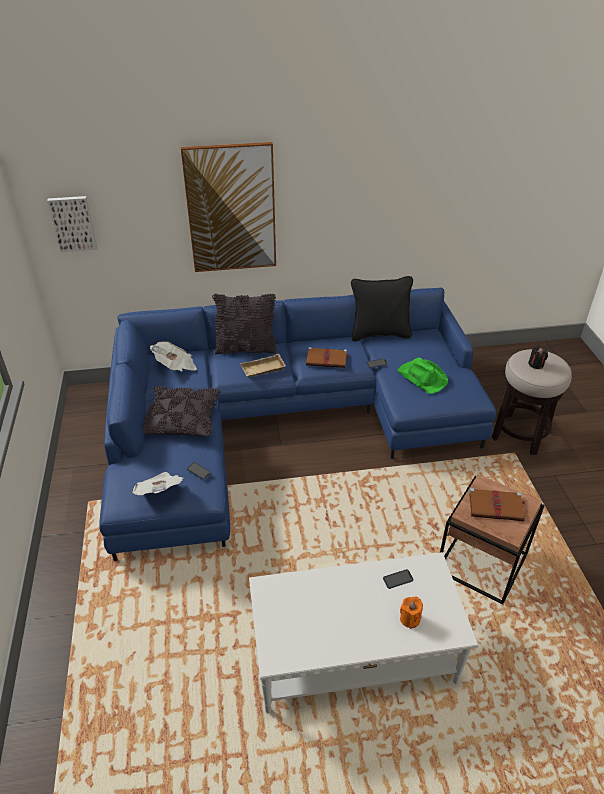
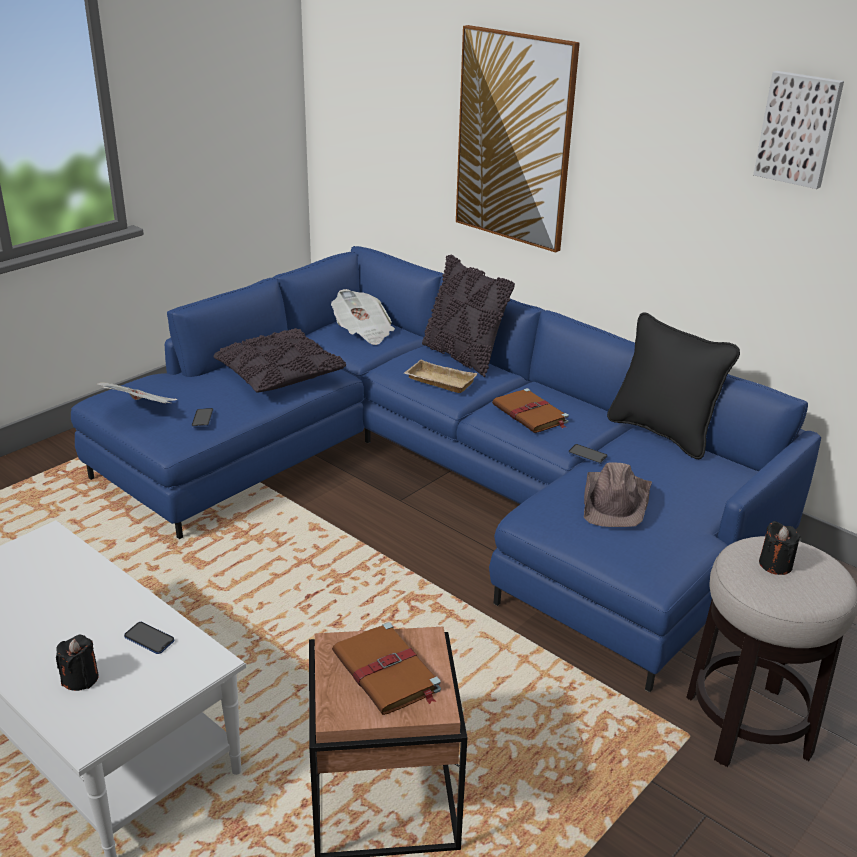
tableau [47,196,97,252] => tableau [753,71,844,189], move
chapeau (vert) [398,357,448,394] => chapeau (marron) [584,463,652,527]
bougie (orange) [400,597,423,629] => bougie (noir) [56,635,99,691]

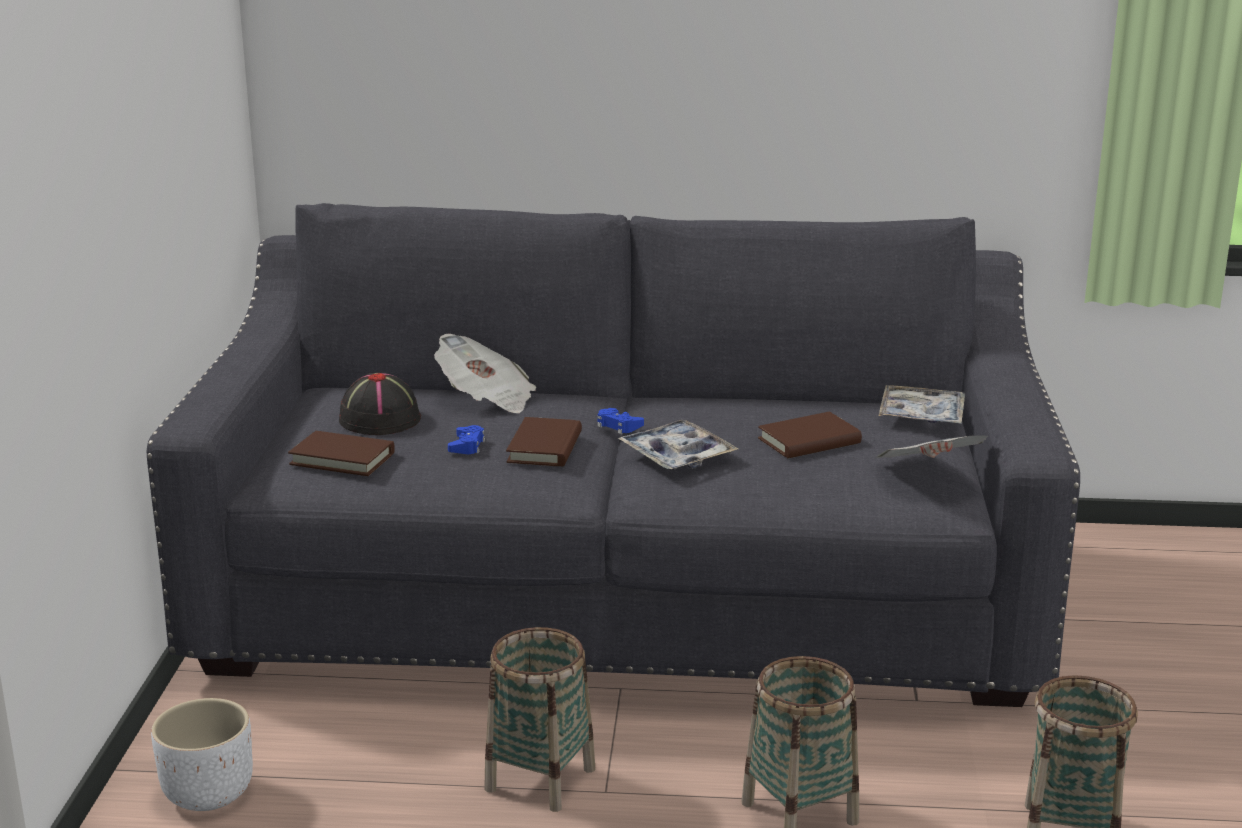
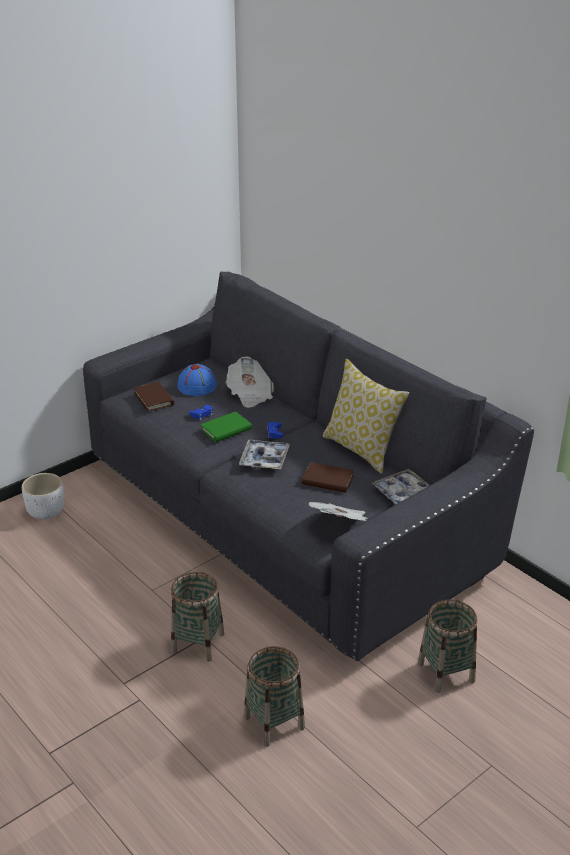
chapeau (noir) [339,373,421,435] => chapeau (bleu) [177,364,217,396]
panier [484,627,595,812] => panier [418,599,477,693], move
livre (marron) [506,417,582,466] => livre (vert) [200,412,252,442]
nothing => coussin [323,359,409,474]

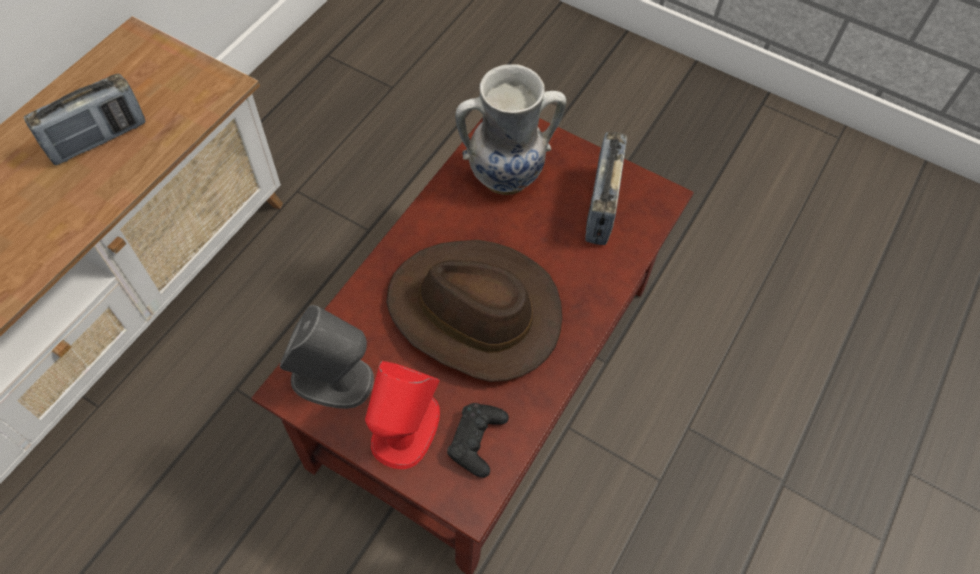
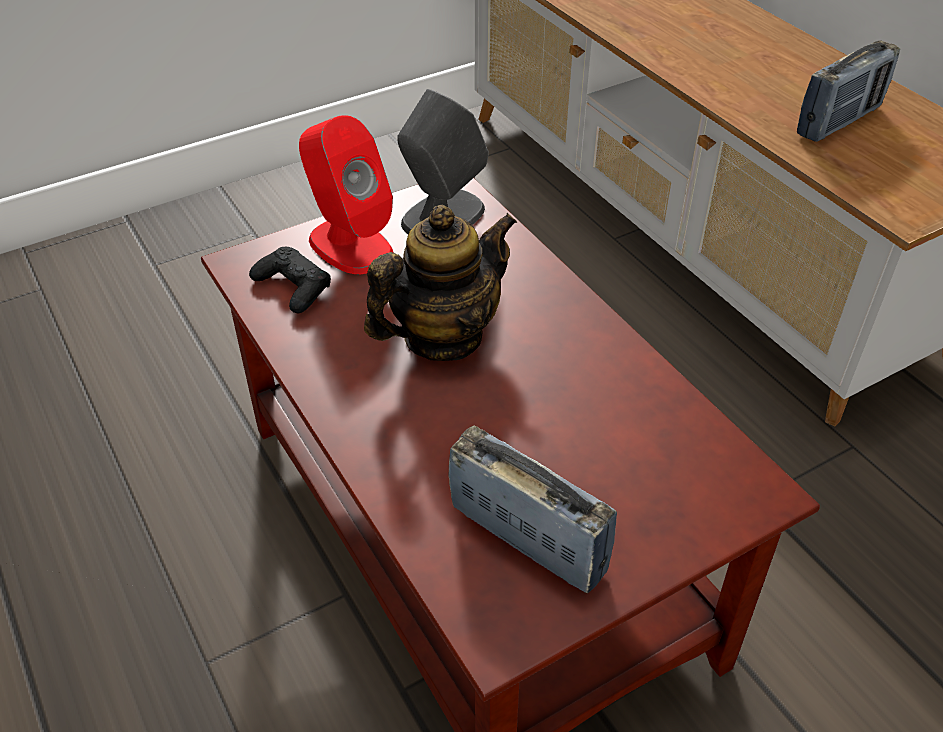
radio [24,73,146,165] => radio [797,40,900,142], 120 degrees counterclockwise
chapeau (marron) [386,240,562,382] => théière [364,205,517,361]
vase [455,64,567,195] => nothing

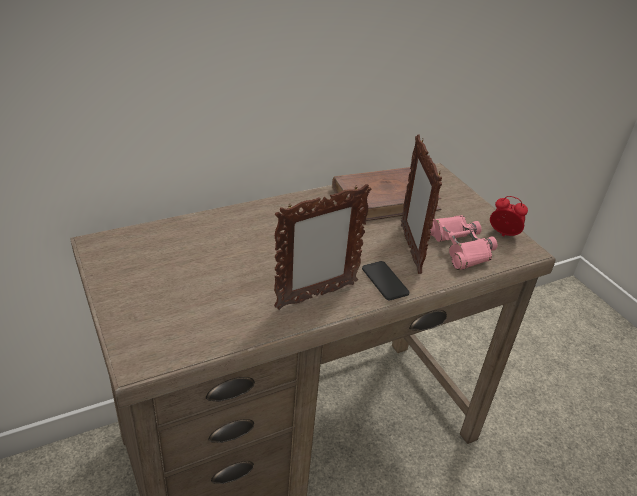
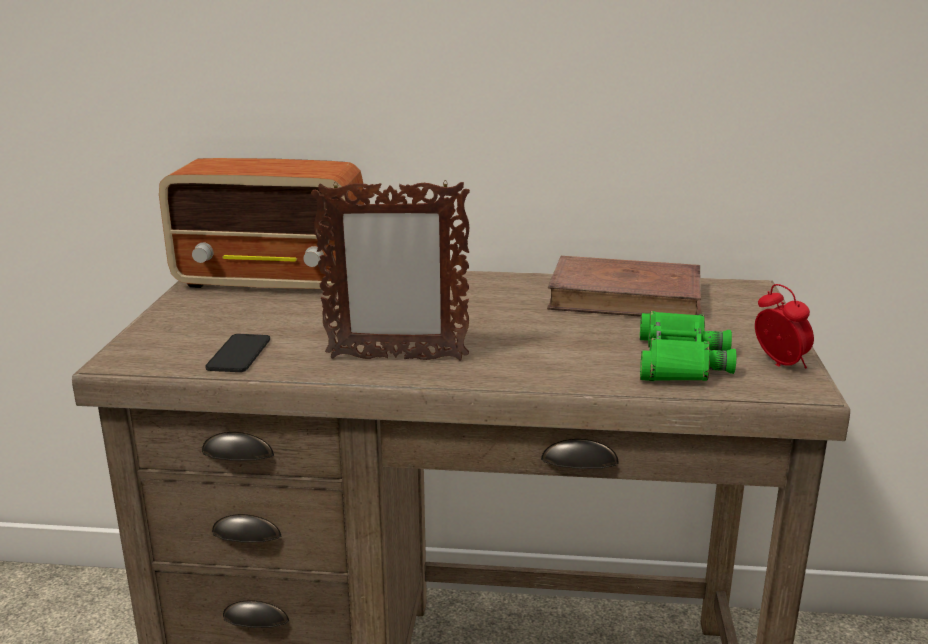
téléphone [362,261,410,301] => téléphone [205,334,270,372], move
cadre photo [401,135,442,274] => nothing
jumelles (rose) [430,215,497,270] => jumelles (vert) [640,311,736,381]
nothing => radio [159,158,364,293]

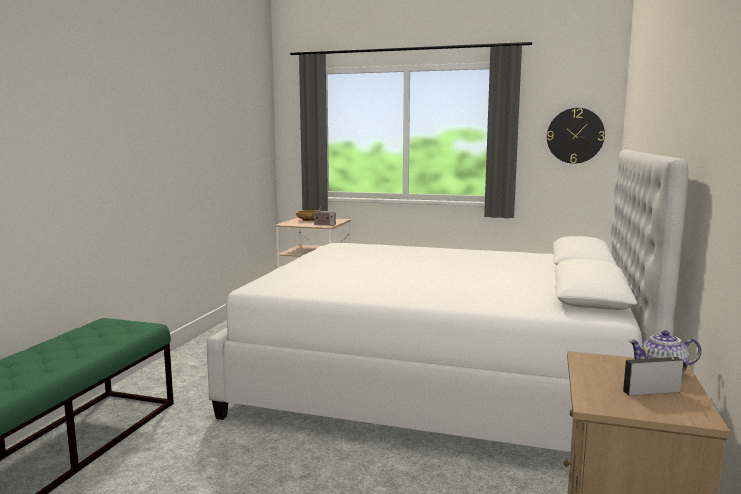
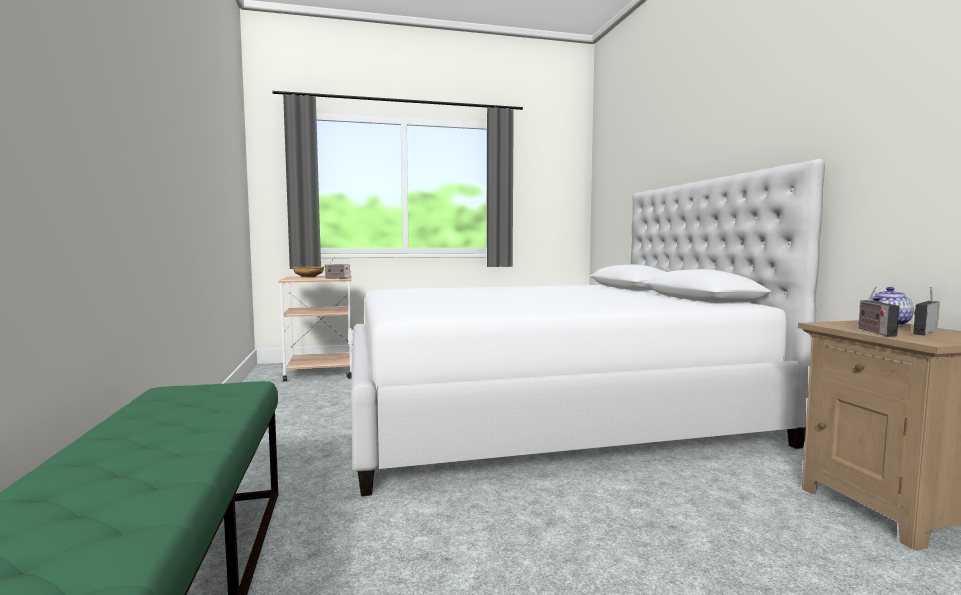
horloge murale [547,108,605,164] => nothing
nothing => radio [858,286,900,337]

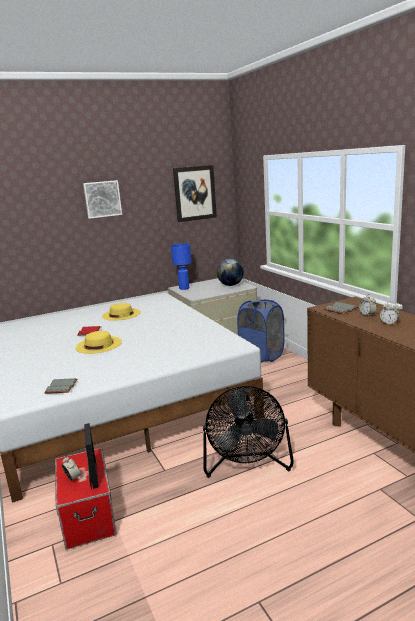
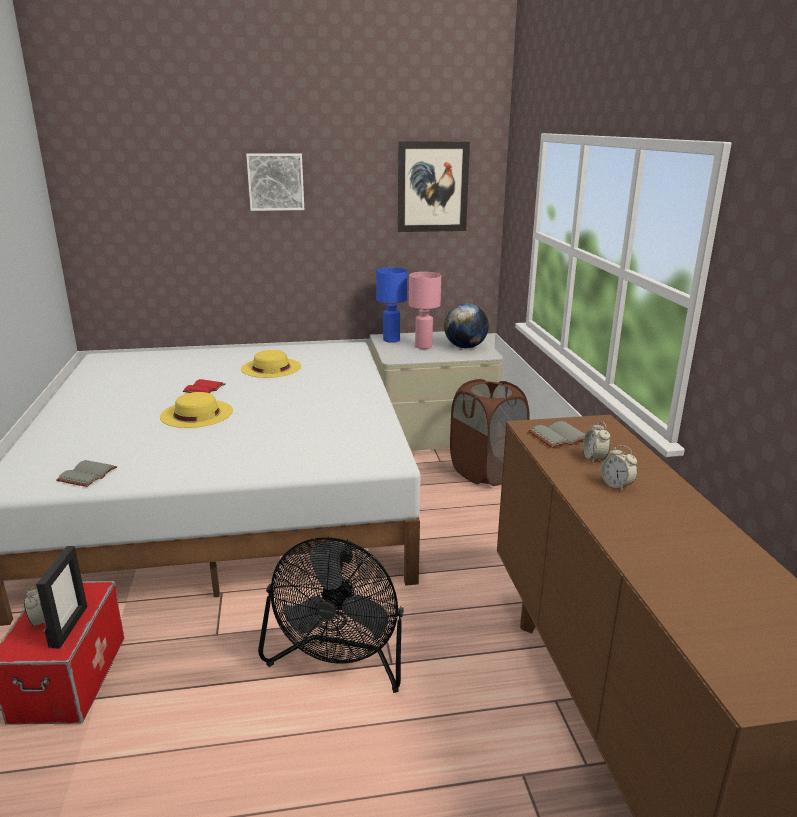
panier à linge (bleu) [237,299,284,363] => panier à linge (marron) [450,379,529,486]
nothing => lampe de table (rose) [409,272,441,349]

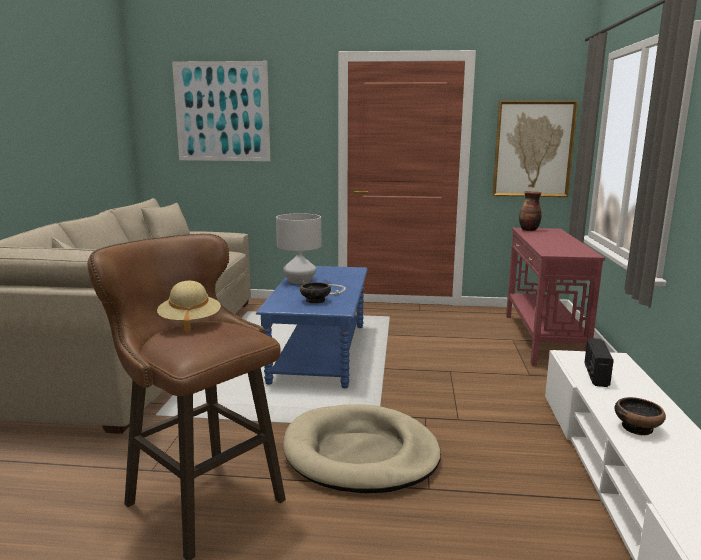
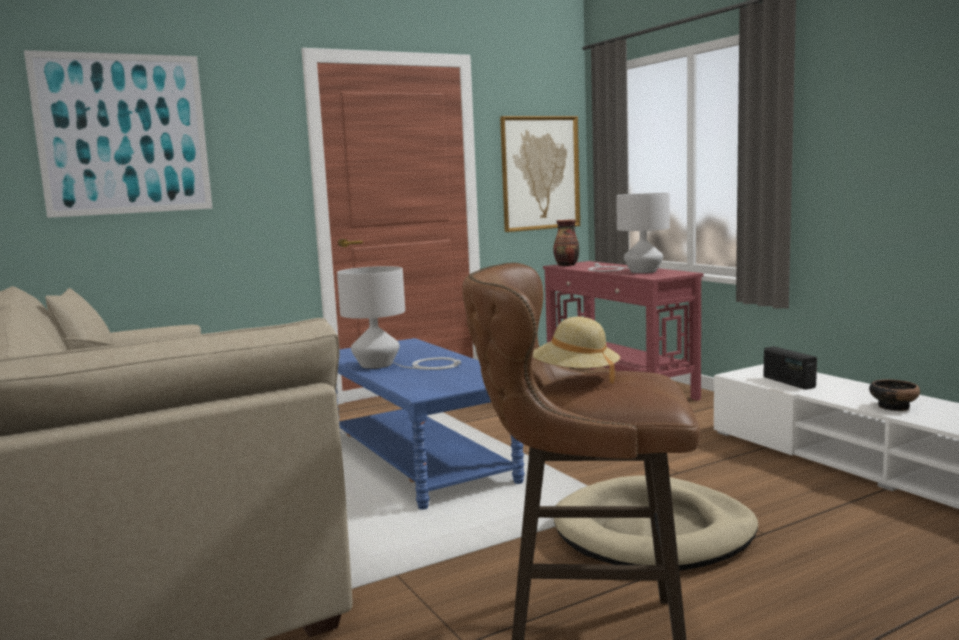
bol [300,282,331,304] => nothing
nothing => lampe de table (gris) [588,193,670,273]

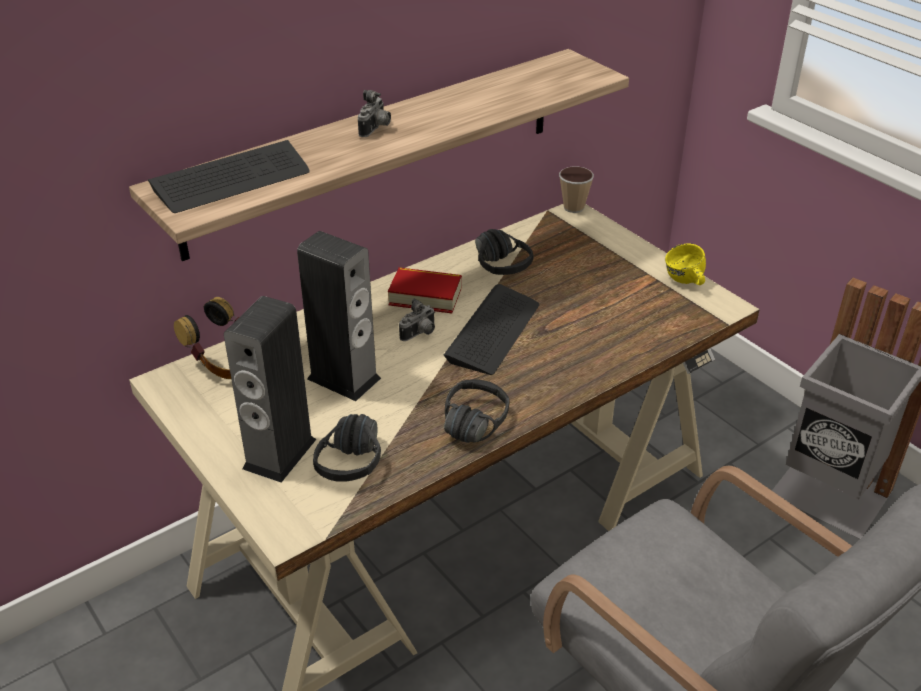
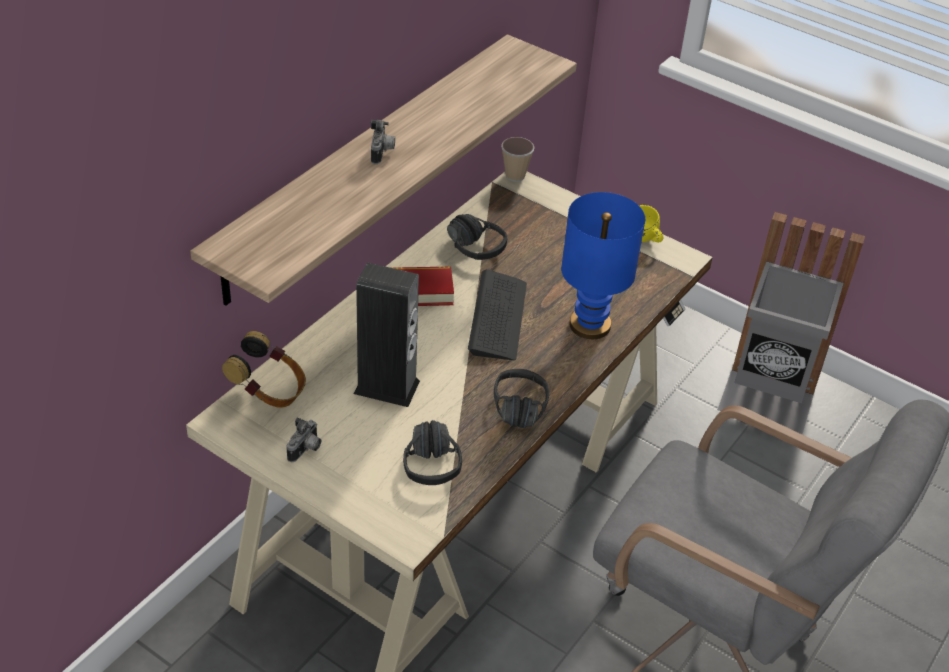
clavier [148,140,310,213] => nothing
enceinte [224,296,316,483] => nothing
appareil photo [399,298,435,341] => appareil photo [286,417,321,462], move
nothing => lampe de table (bleu) [561,192,645,339]

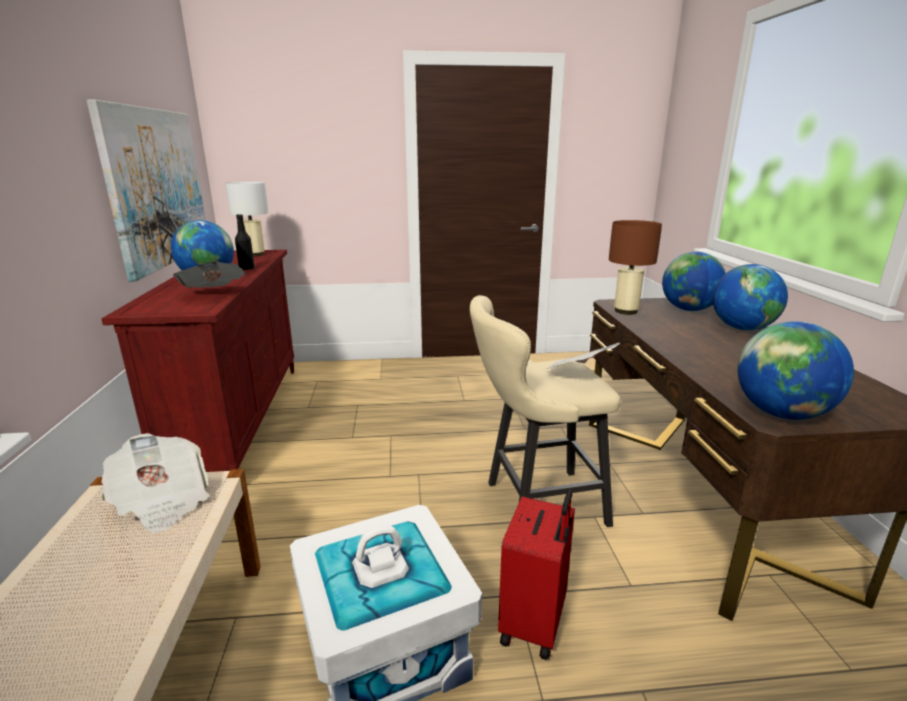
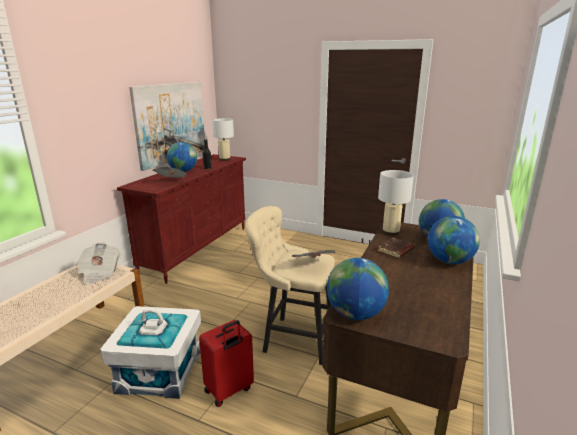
lampe de table (marron) [609,220,662,315] => lampe de table (blanc) [378,170,414,235]
nothing => livre (marron) [378,238,415,258]

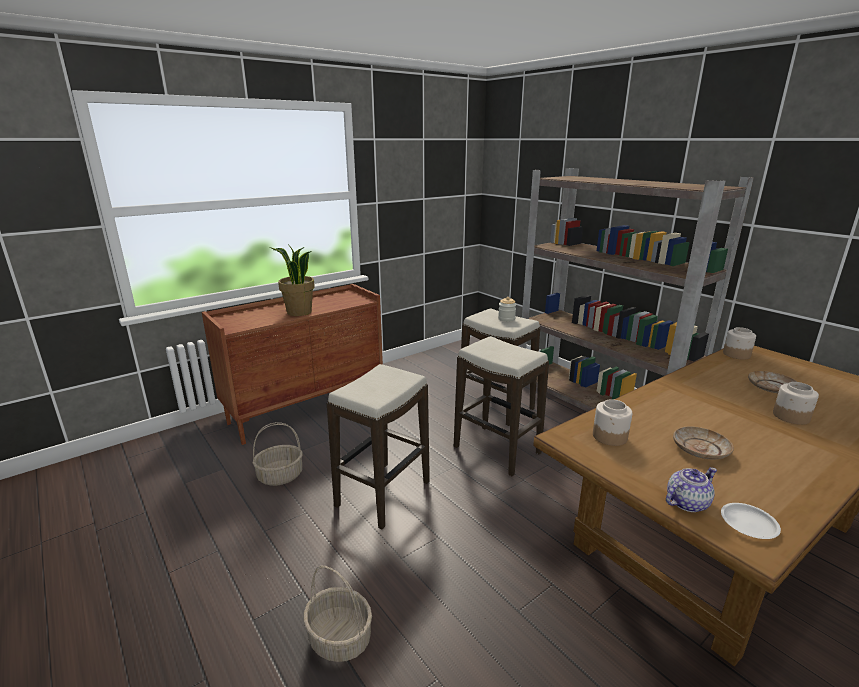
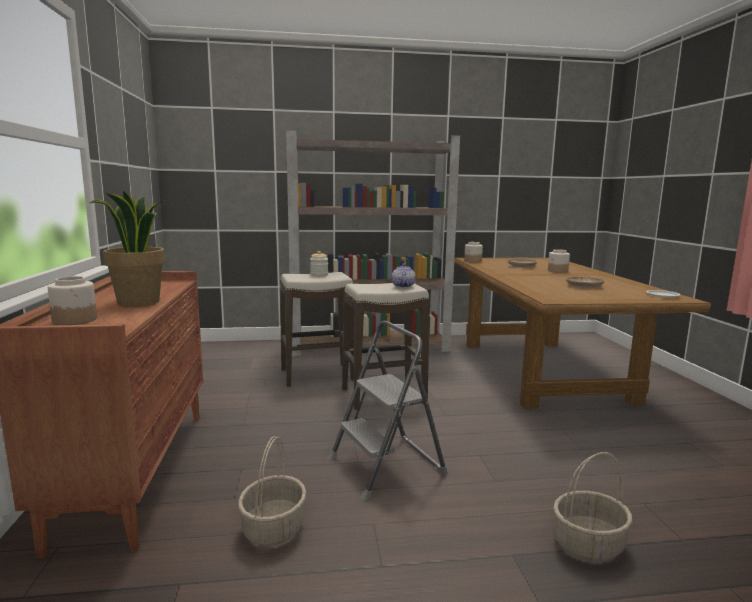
tabouret [327,364,430,529] => escabeau (gris) [327,321,448,501]
bocal [593,399,632,446] => bocal [48,276,97,325], move
théière [666,467,717,512] => théière [392,263,416,288], move

